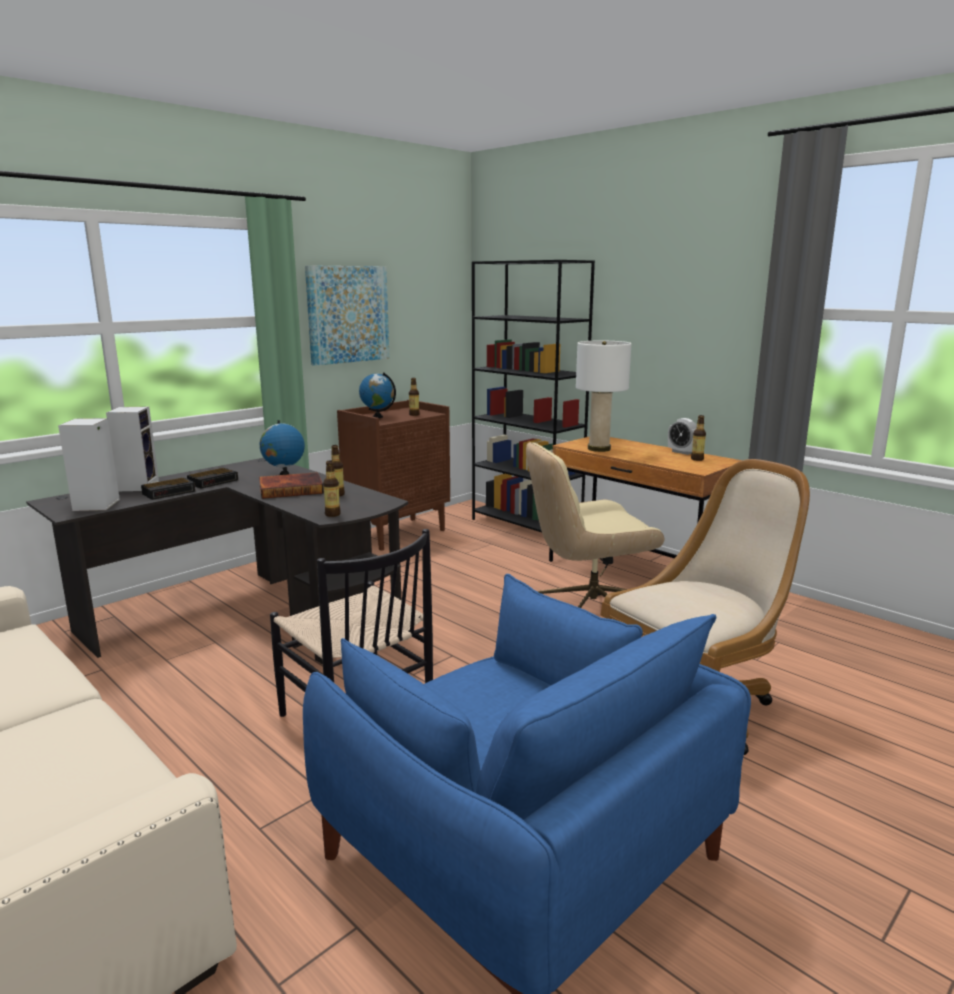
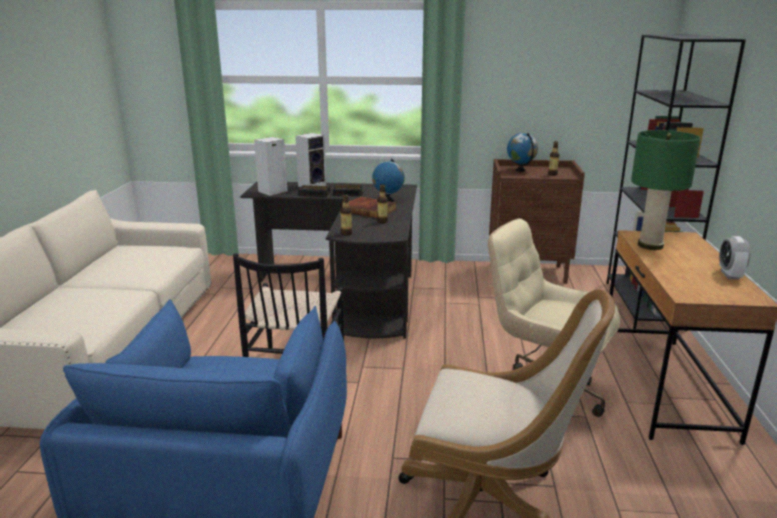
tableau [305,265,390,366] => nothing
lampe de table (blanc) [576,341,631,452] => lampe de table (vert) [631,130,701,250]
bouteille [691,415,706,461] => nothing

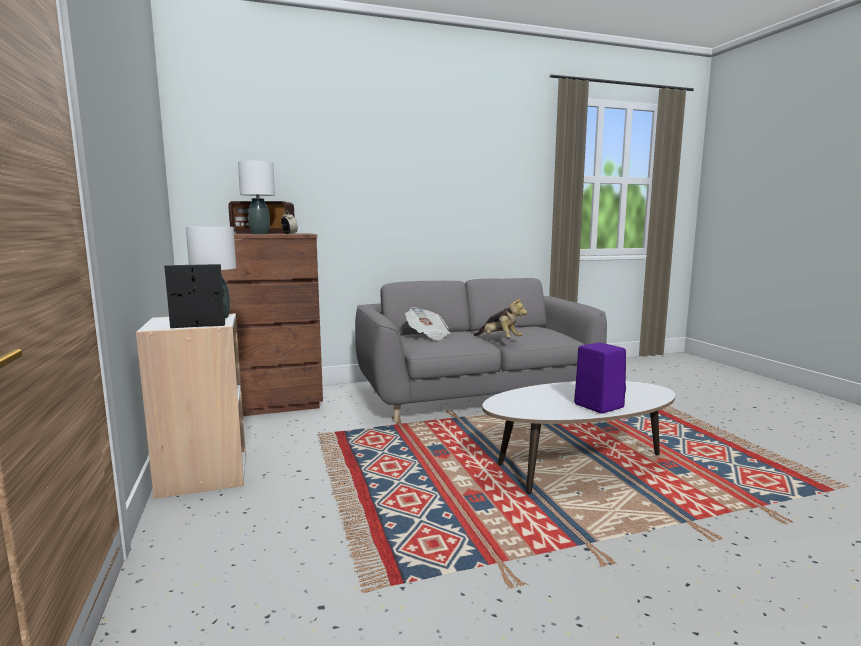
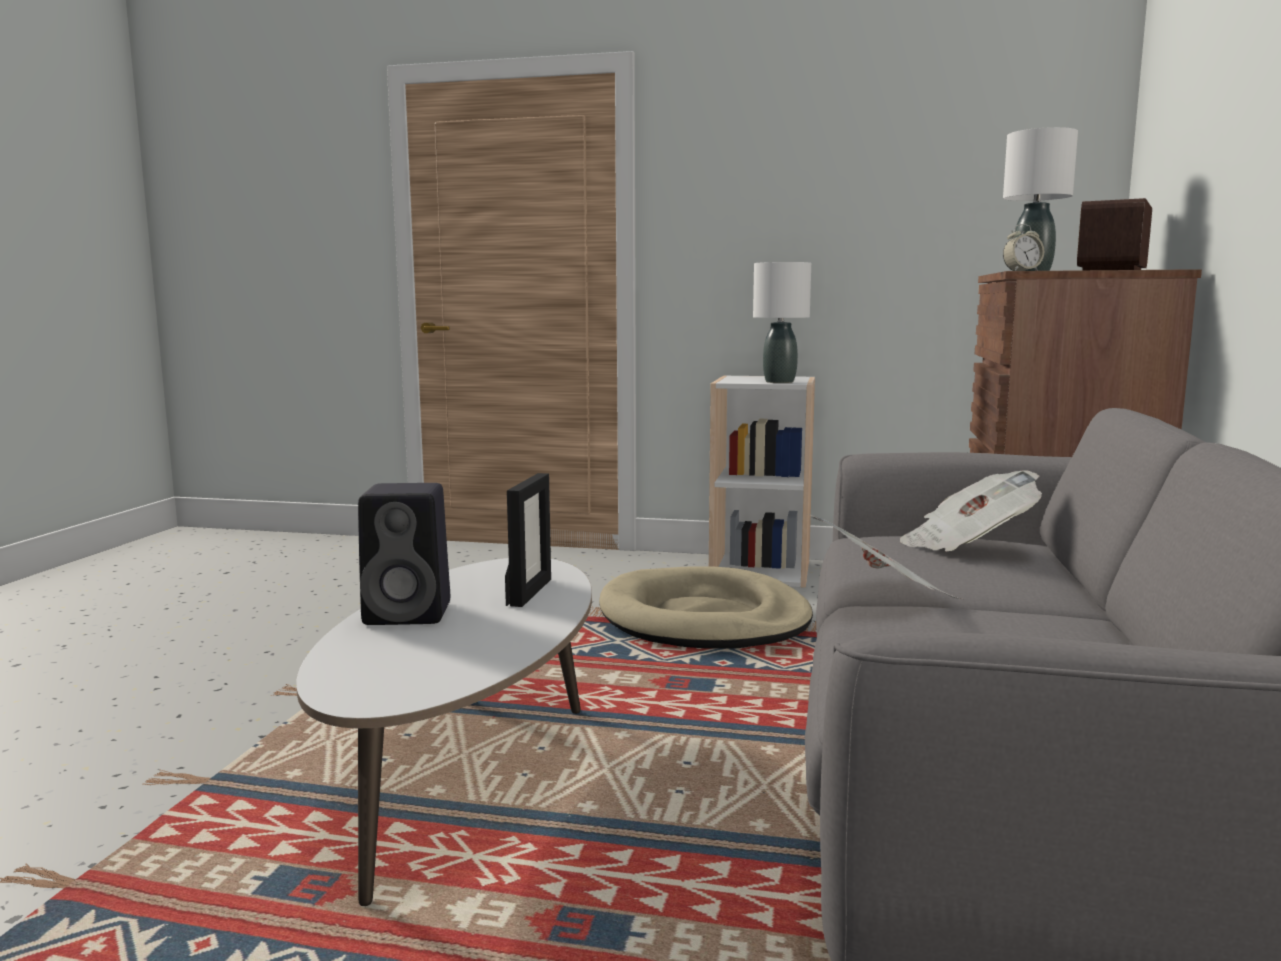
cadre photo [164,264,225,328] => cadre photo [505,473,551,607], move
peluche [474,298,527,338] => journal [808,514,961,599]
enceinte (violet) [574,342,626,413] => enceinte (noir) [358,483,450,625]
nothing => panier pour chien (beige) [599,566,813,649]

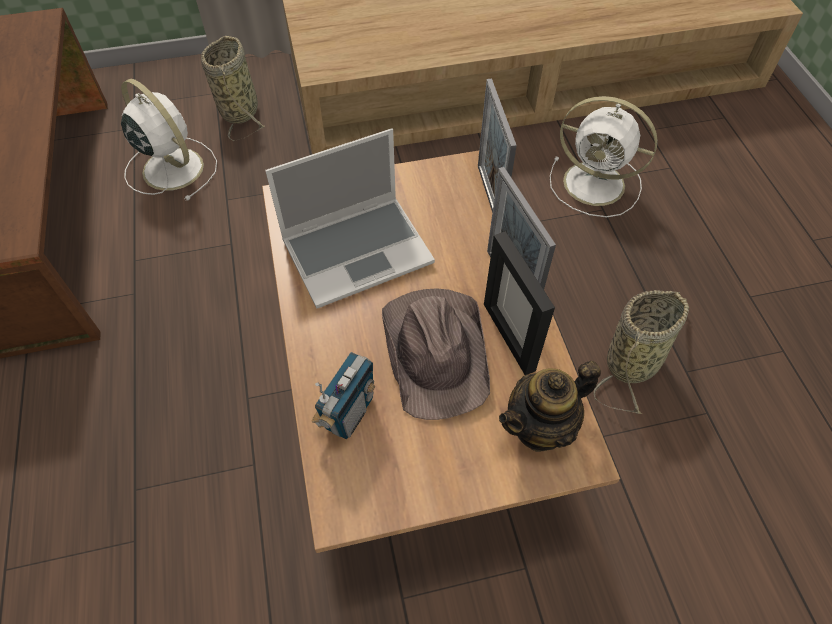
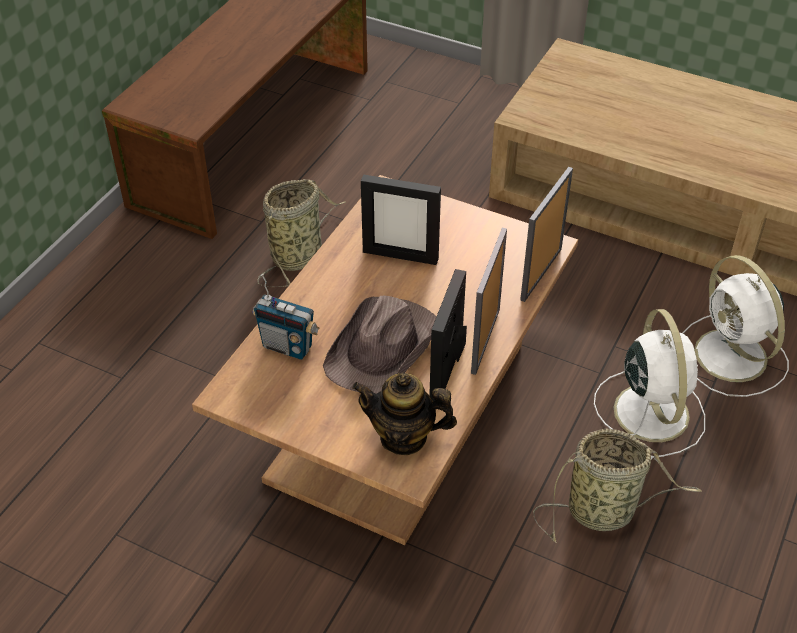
ventilateur (blanc) [121,79,217,200] => ventilateur (blanc) [594,309,705,460], move
panier [201,36,265,141] => panier [257,179,346,287], move
ordinateur portable [265,128,435,308] => cadre photo [361,174,441,265]
radio [312,352,375,439] => radio [253,274,320,360], 45 degrees clockwise

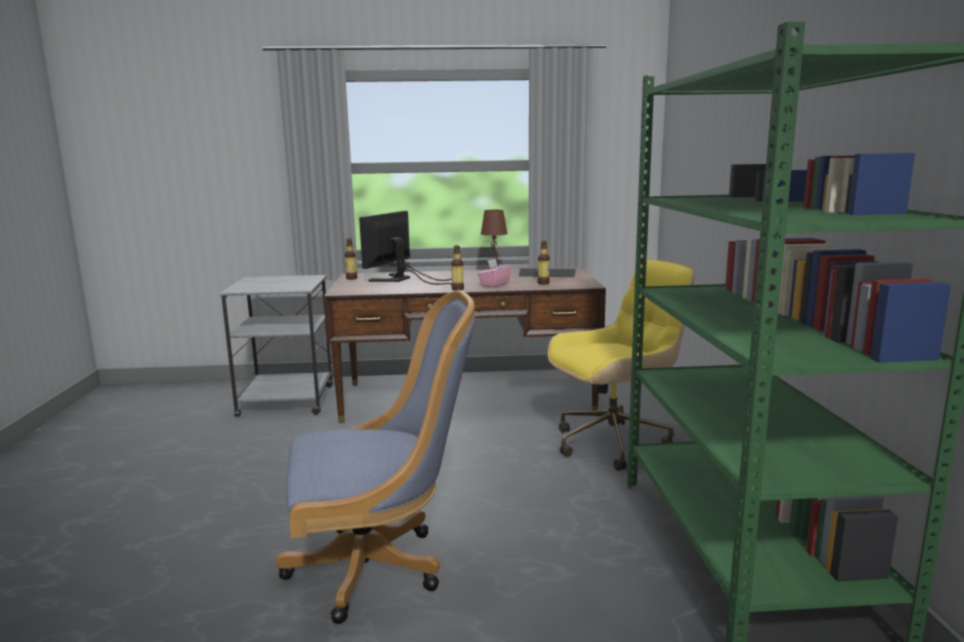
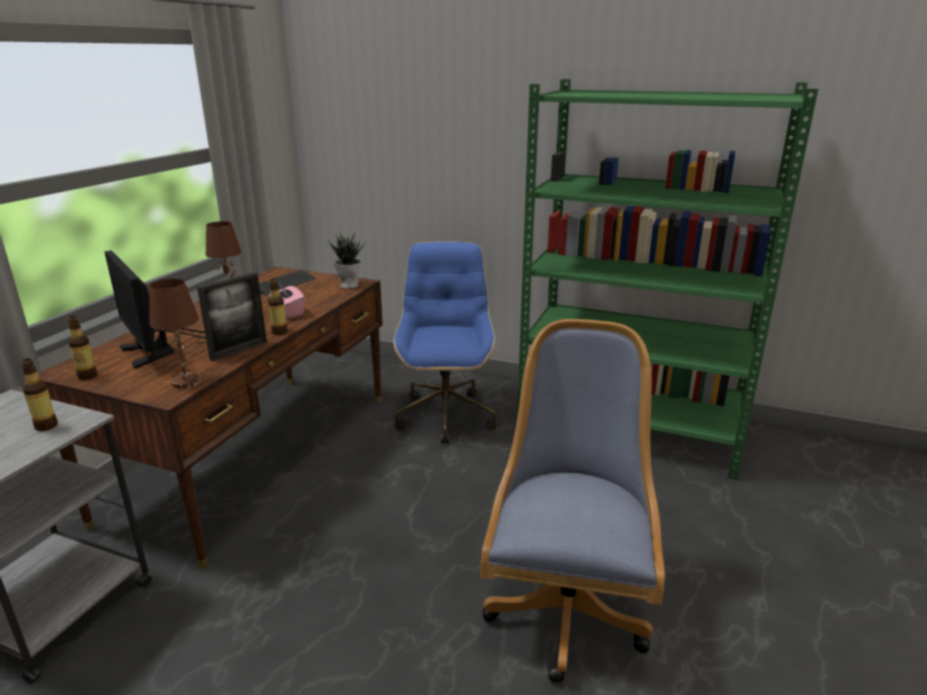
bouteille [538,241,550,285] => bouteille [21,358,58,431], move
chaise de bureau (jaune) [548,259,695,471] => chaise de bureau (bleu) [394,241,496,444]
nothing => lampe de table (marron) [149,278,200,388]
nothing => cadre photo [197,272,267,362]
nothing => plante en pot [327,231,365,289]

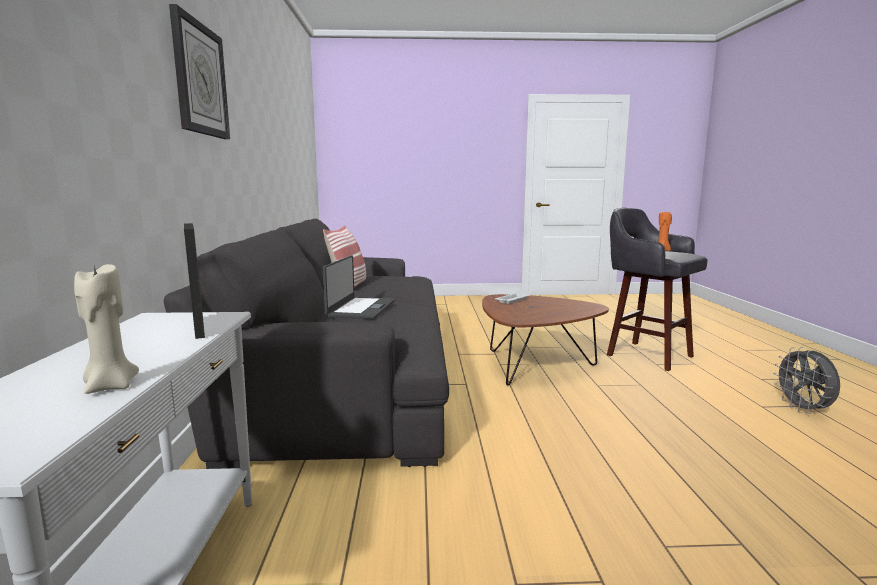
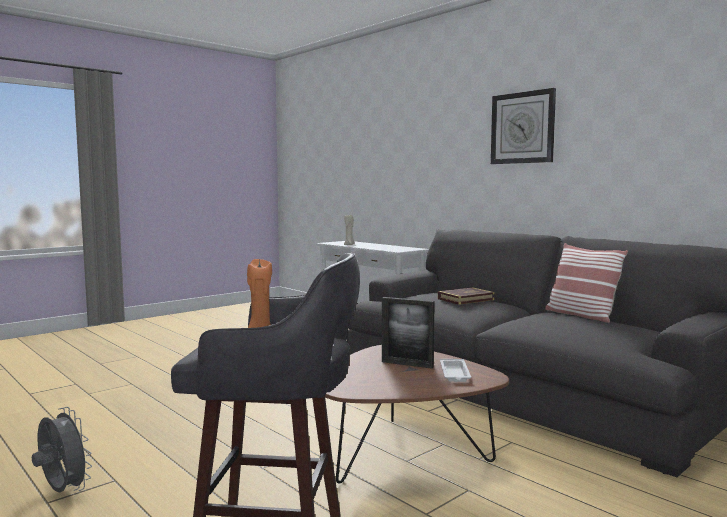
cadre photo [184,223,205,339] => cadre photo [382,297,435,369], move
ordinateur portable [323,255,395,319] => livre [438,287,495,305]

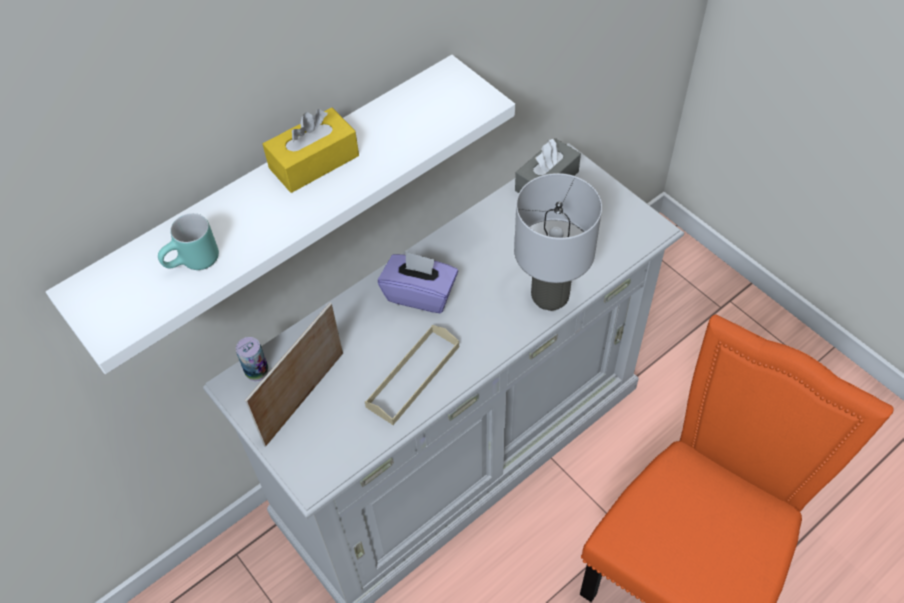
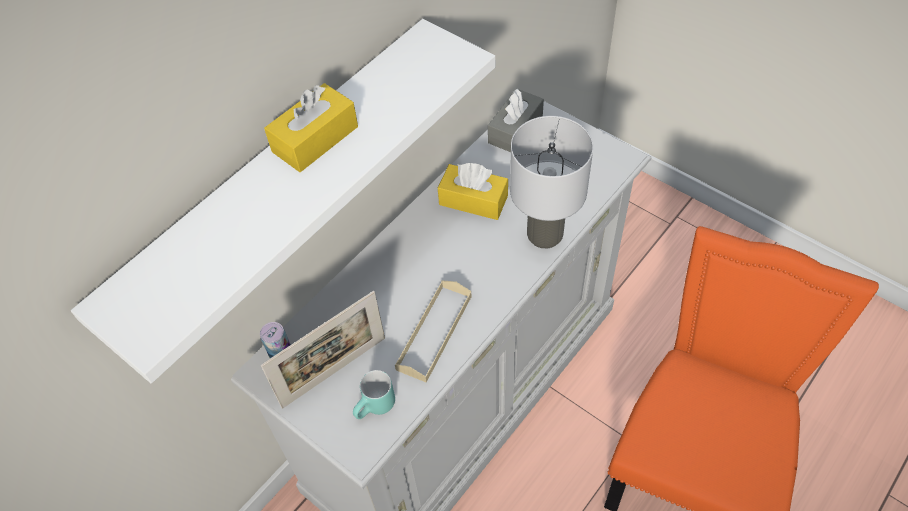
mug (turquoise) [158,213,219,270] => mug (turquoise) [353,370,395,419], move
cadre photo [245,302,343,447] => cadre photo [260,291,385,409], 150 degrees counterclockwise
boîte à mouchoirs (violet) [378,251,458,313] => nothing
nothing => boîte à mouchoirs (jaune) [438,163,508,220]

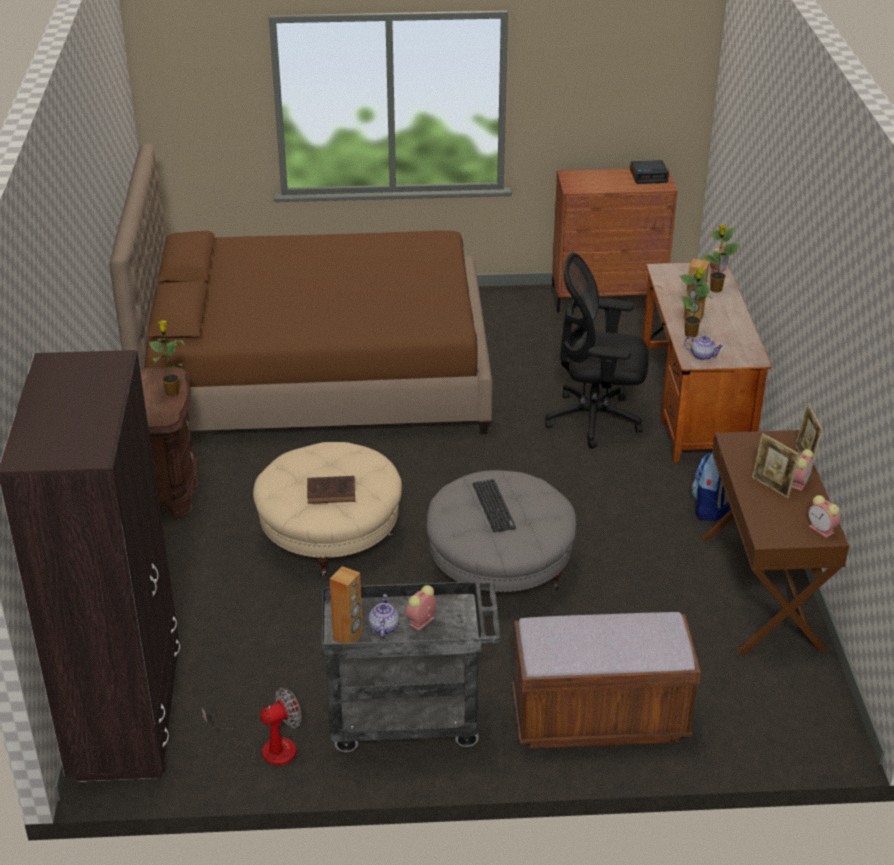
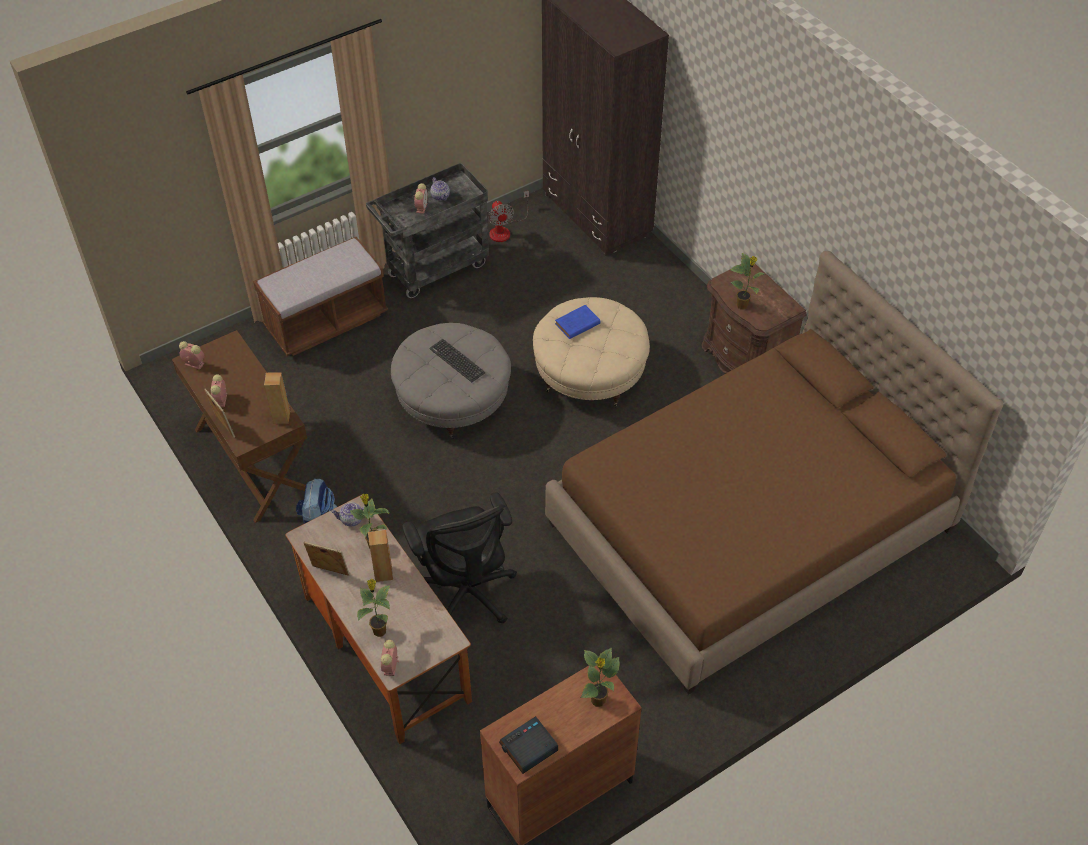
ventilateur [202,687,302,765] => ventilateur [488,191,529,242], 45 degrees counterclockwise
livre (marron) [307,476,355,504] => livre (bleu) [555,305,600,339]
enceinte (marron) [330,566,363,643] => enceinte (marron) [264,373,290,424], move
chaise de bureau (noir) [545,253,649,449] => chaise de bureau (noir) [402,493,517,623], 90 degrees clockwise
cadre photo [752,433,800,498] => cadre photo [304,542,350,576], move
nothing => plante en pot [581,647,620,707]

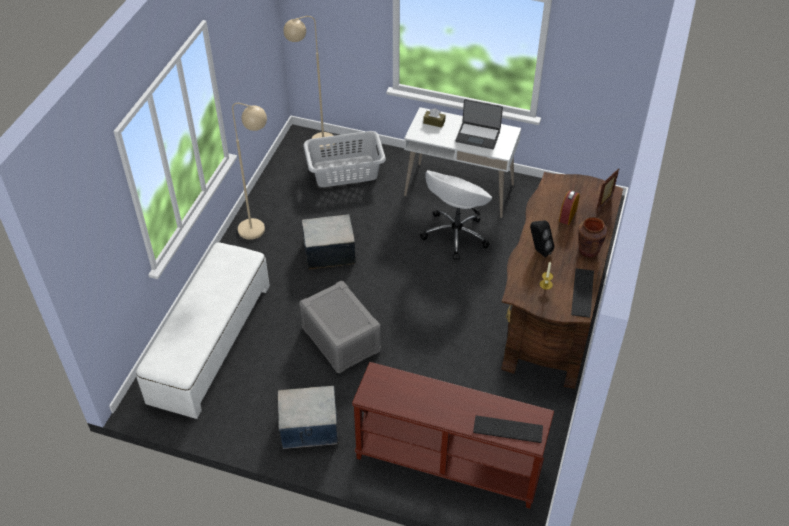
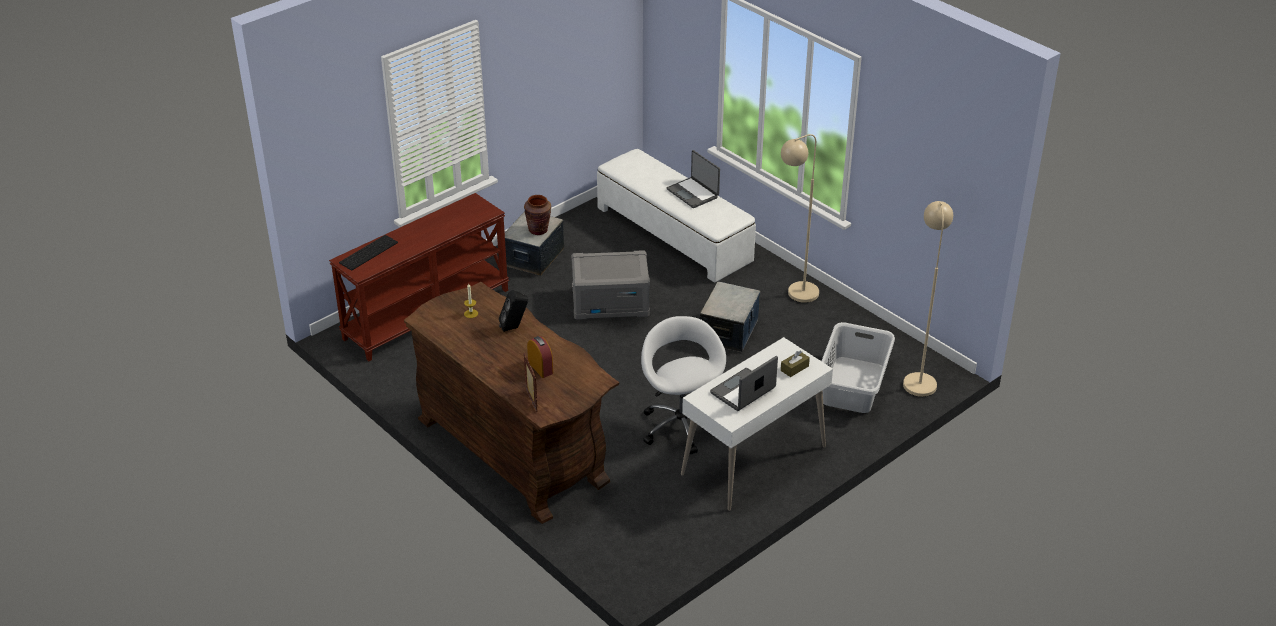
clavier [571,268,594,318] => nothing
vase (marron) [578,217,607,258] => vase (marron) [524,195,551,235], move
nothing => ordinateur portable [667,150,720,208]

